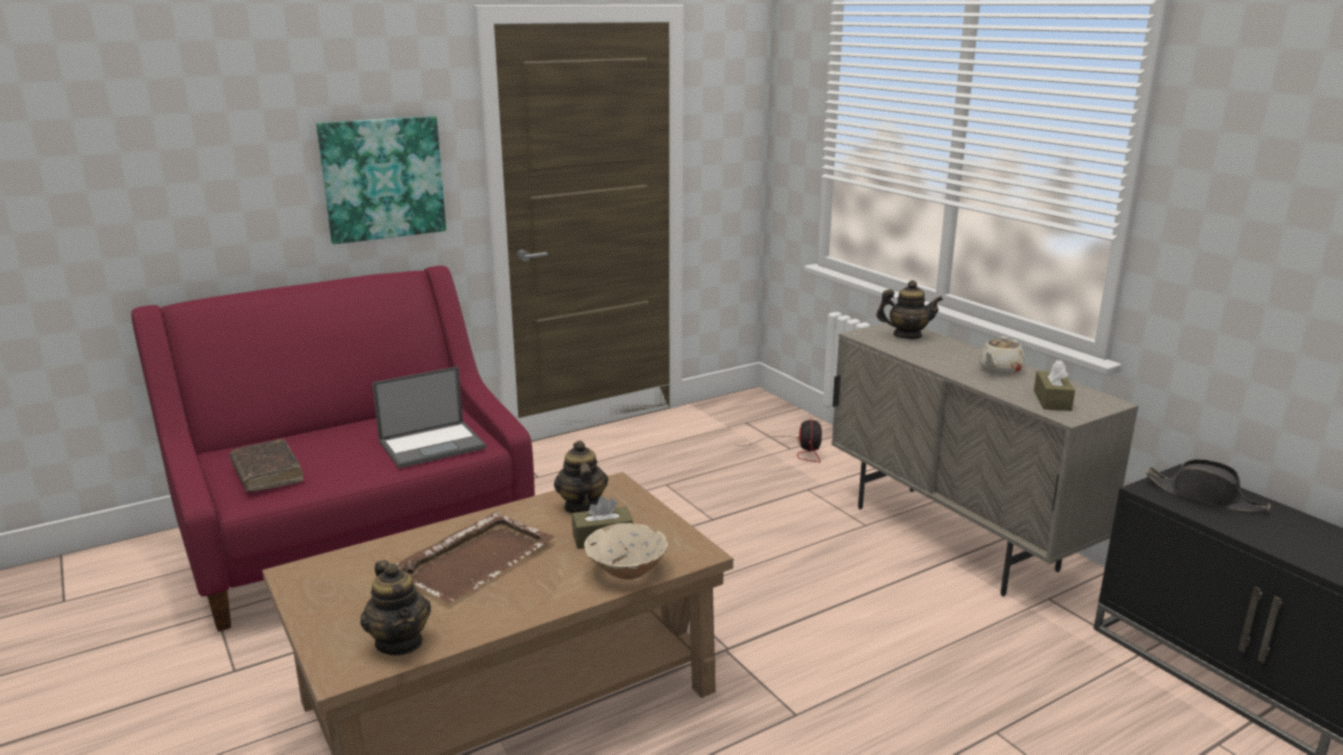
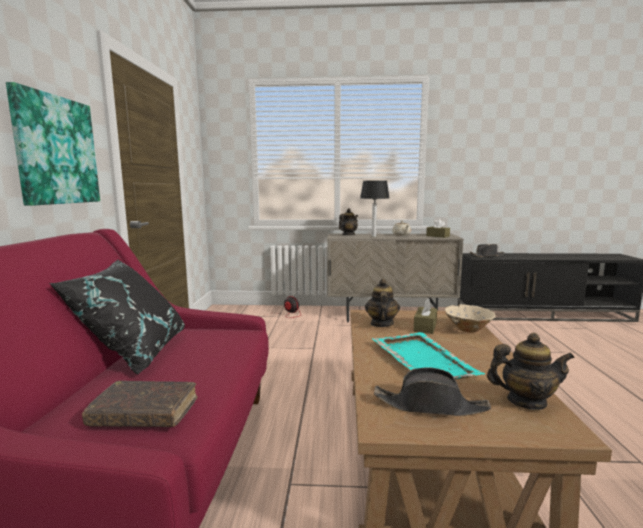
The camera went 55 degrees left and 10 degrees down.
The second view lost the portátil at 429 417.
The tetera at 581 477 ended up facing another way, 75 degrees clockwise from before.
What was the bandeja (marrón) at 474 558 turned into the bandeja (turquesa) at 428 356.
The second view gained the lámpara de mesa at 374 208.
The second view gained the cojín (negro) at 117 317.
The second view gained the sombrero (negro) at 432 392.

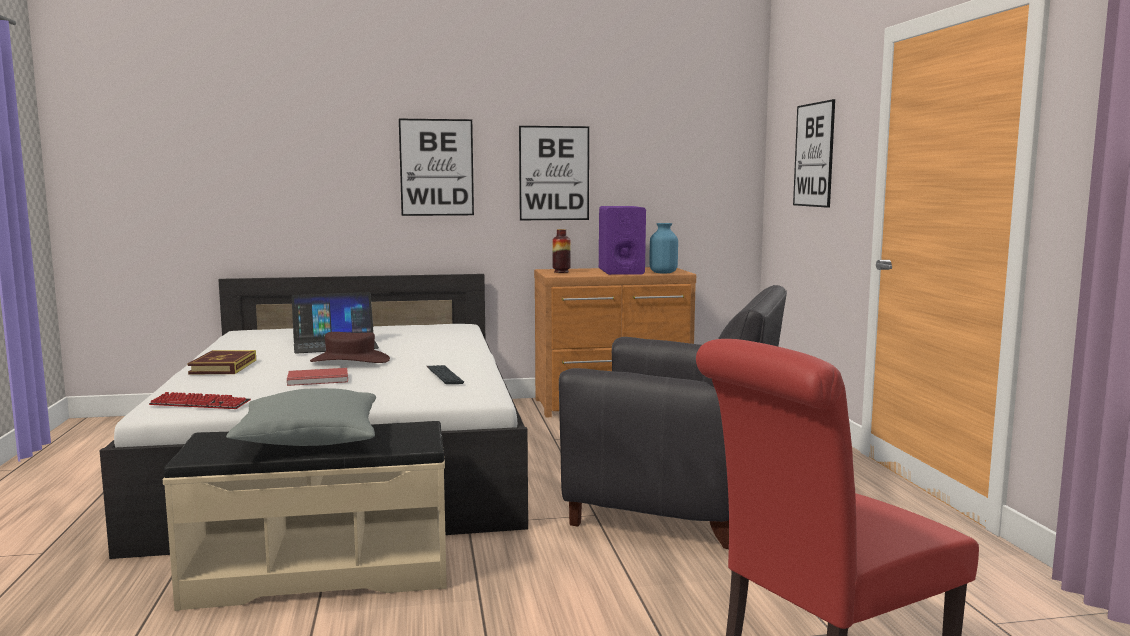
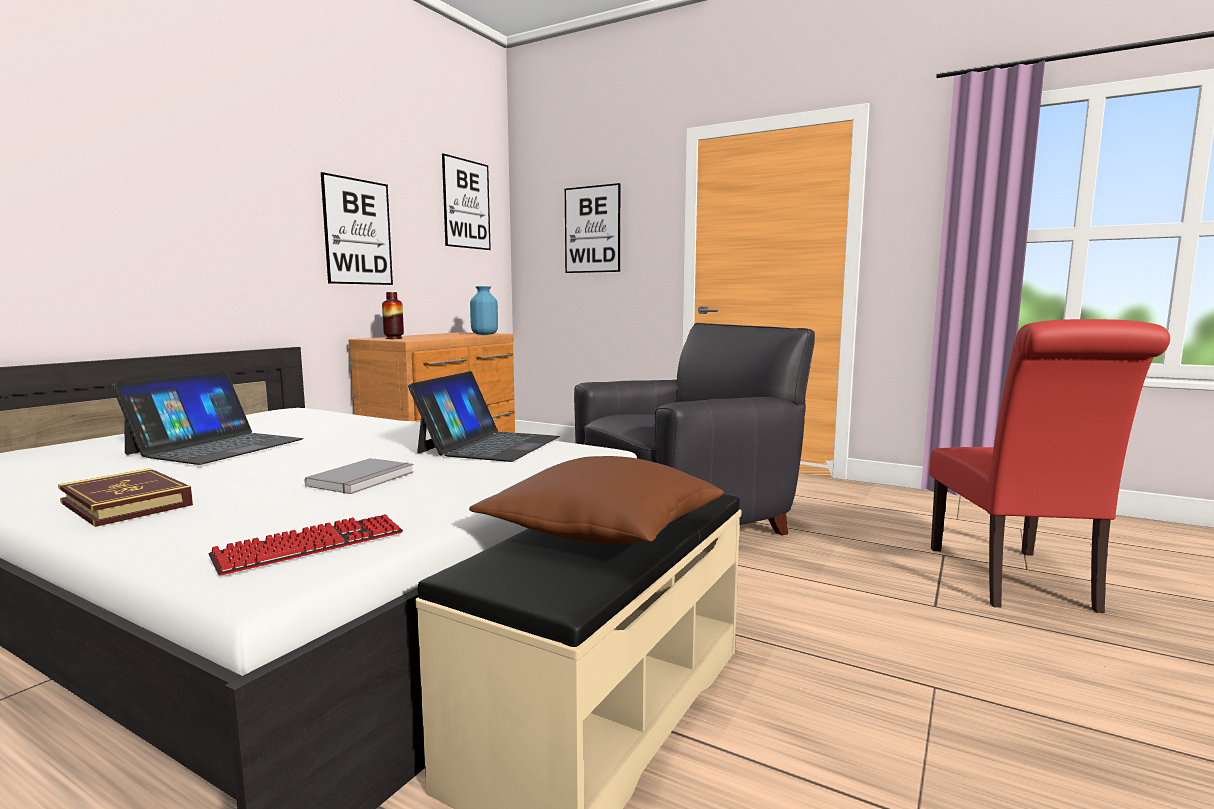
The camera went 50 degrees left and 0 degrees up.
The cuadro ended up elsewhere, having gone from 436 167 to 466 201.
The second view lost the altavoz (morado) at 622 240.
The second view lost the sombrero (marrón) at 350 347.
Where the teclado stood at 445 374, the portátil came to stand at 484 416.
What was the libro (rojo) at 317 377 turned into the libro (gris) at 358 476.
What was the cojín (gris) at 301 417 turned into the cojín (marrón) at 596 500.

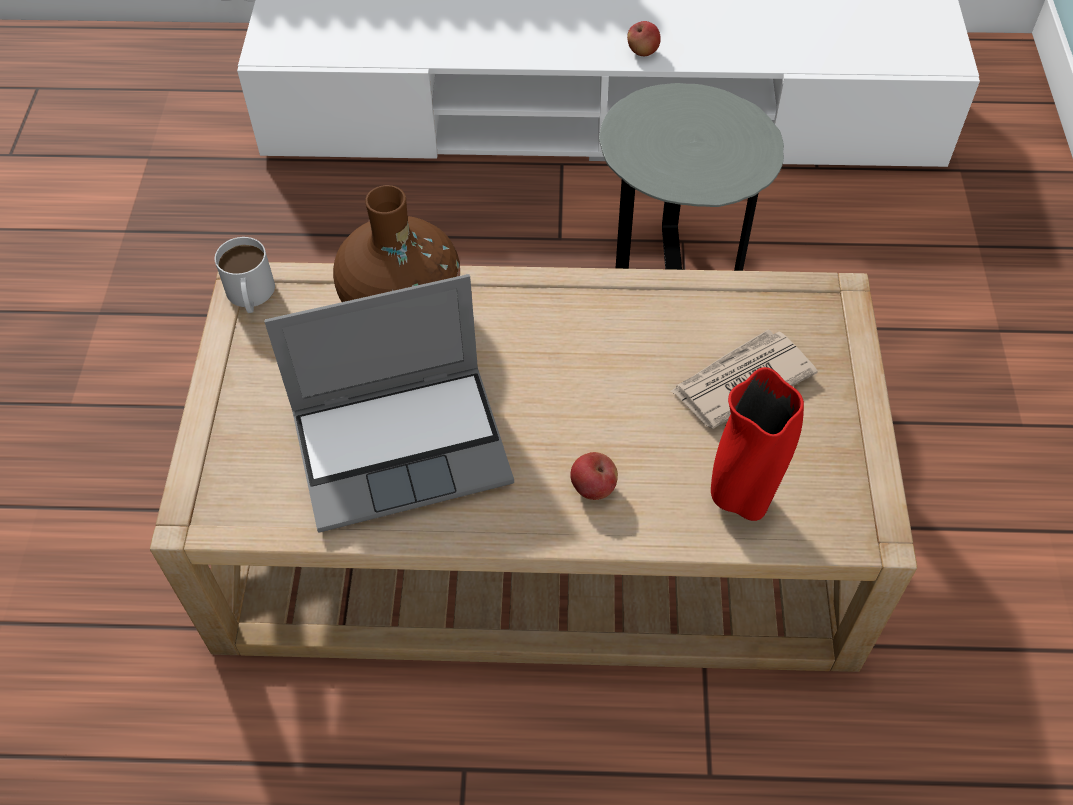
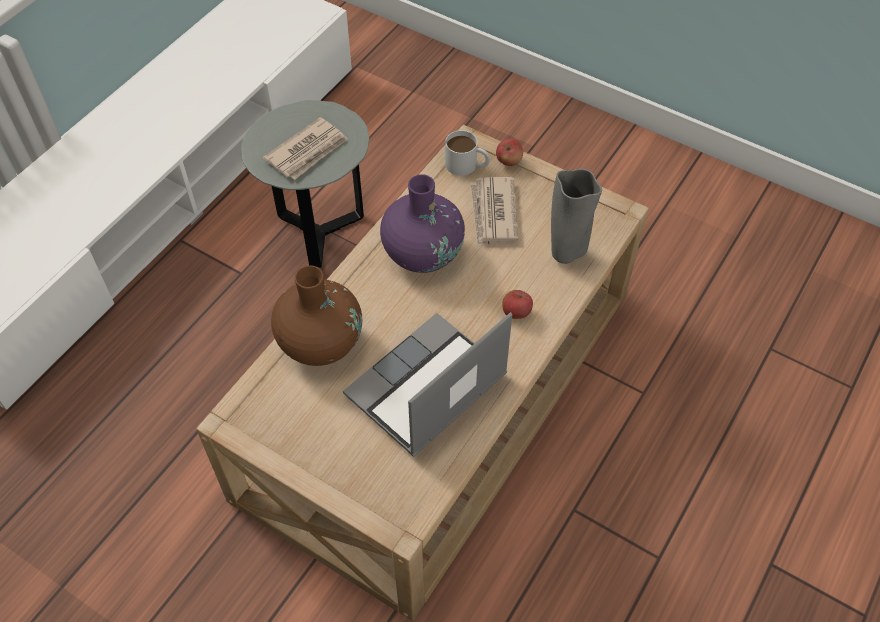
The camera went 60 degrees left and 0 degrees up.
The manzana ended up elsewhere, having gone from 644 38 to 509 152.
The taza grande (blanco) ended up elsewhere, having gone from 245 275 to 467 153.
The portátil at 389 403 ended up facing another way, 150 degrees counterclockwise from before.
What was the florero (rojo) at 757 444 turned into the florero (gris) at 576 216.
The second view gained the periódico at 305 148.
The second view gained the florero (morado) at 422 223.

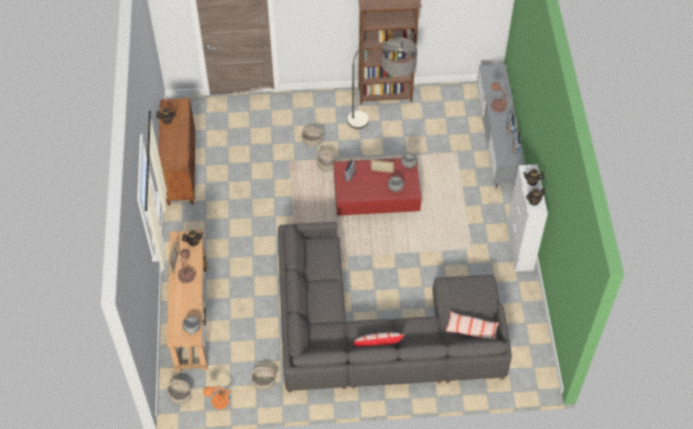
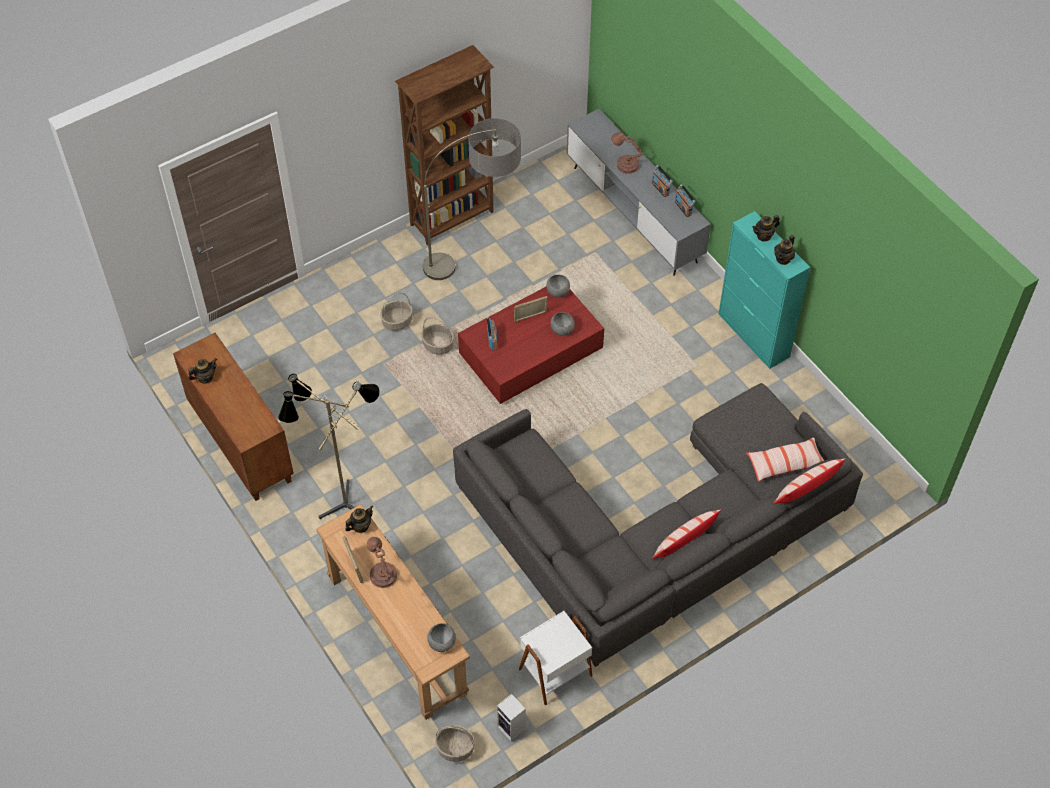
The camera went 30 degrees left and 0 degrees up.
What was the armario (blanco) at 527 218 turned into the armario (turquesa) at 764 290.
Where the cesta stood at 263 378, the mesa auxiliar (blanco) came to stand at 556 658.
Where the lámpara de mesa (naranja) stood at 217 397, the altavoz came to stand at 511 718.
The second view gained the lámpara de pie at 329 446.
The second view gained the cojín at 809 481.

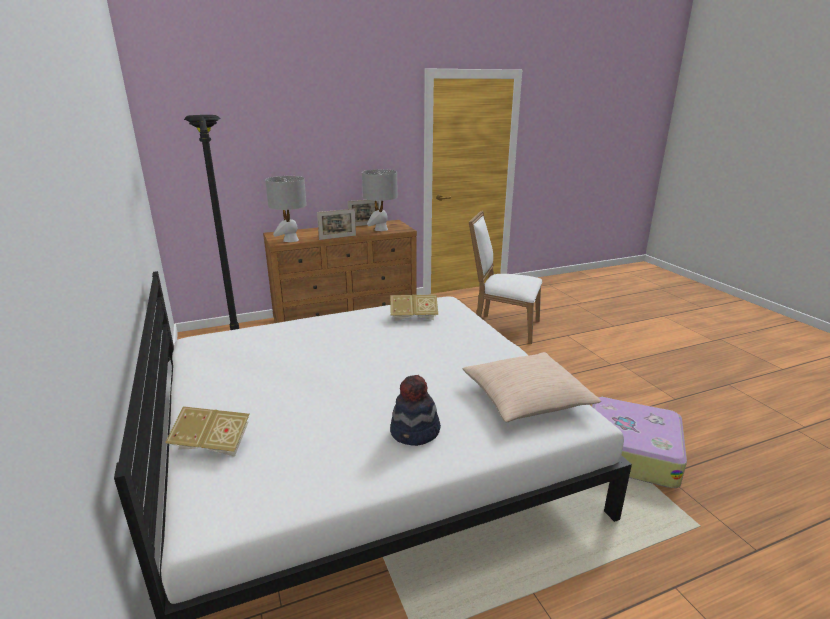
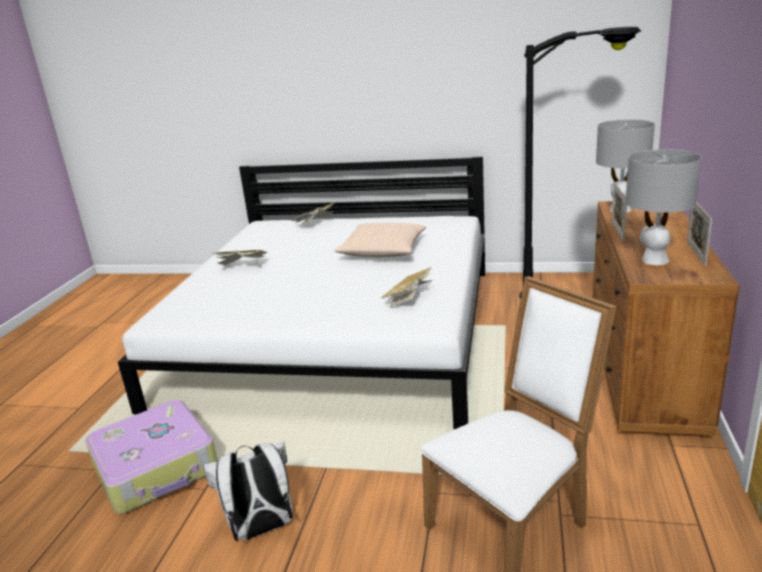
The camera went 125 degrees right and 0 degrees up.
The cojín (beis) ended up elsewhere, having gone from 532 387 to 380 240.
Where the sombrero stood at 415 410, the libro came to stand at 240 257.
The second view gained the mochila (blanco) at 248 491.

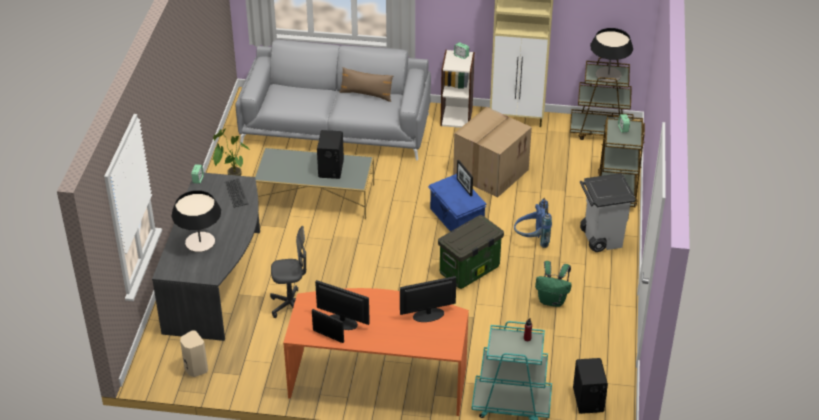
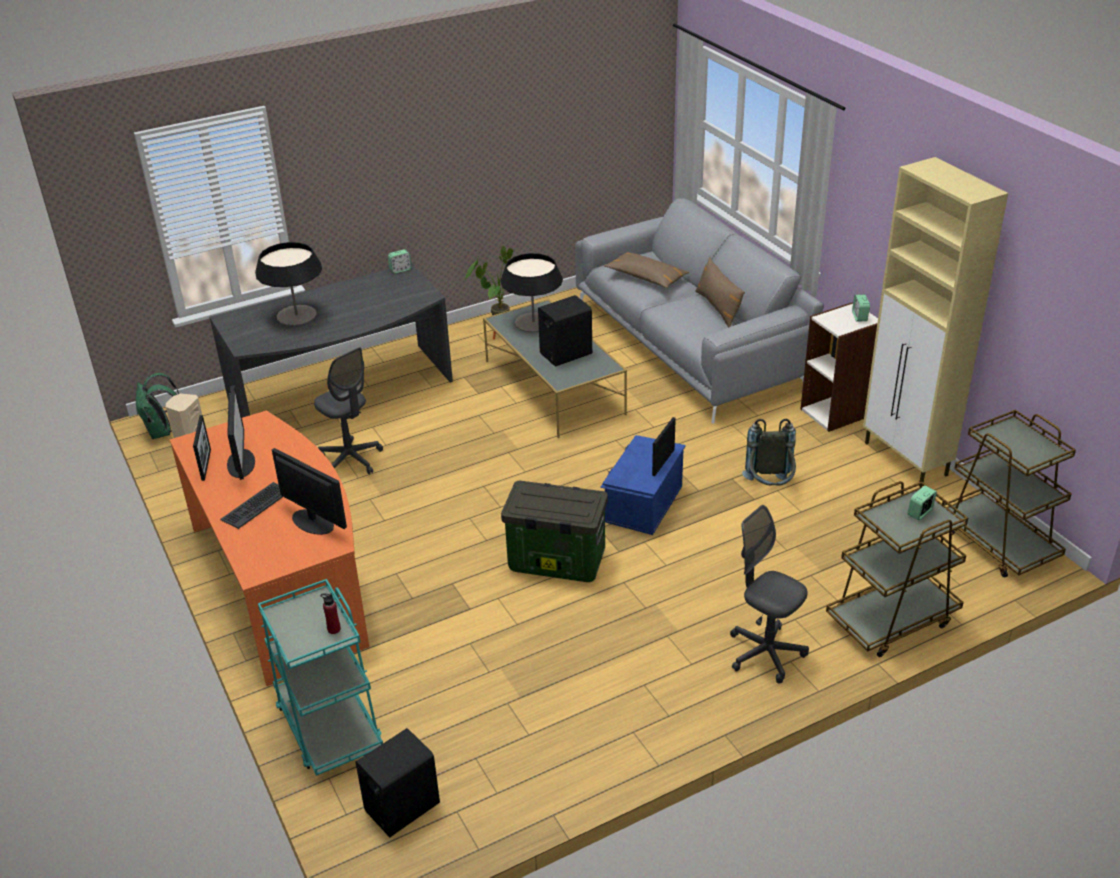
The camera went 55 degrees right and 5 degrees down.
The lámpara de mesa ended up elsewhere, having gone from 611 55 to 531 292.
Where the caja de cartón stood at 492 152, the mochila (gris) came to stand at 769 452.
Where the papelera (gris) stood at 607 212, the silla de oficina (gris) came to stand at 769 594.
The teclado ended up elsewhere, having gone from 236 193 to 252 505.
The second view lost the mochila (azul) at 533 223.
The mochila (verde) ended up elsewhere, having gone from 553 284 to 157 406.
The second view gained the cojín (marrón) at 646 270.

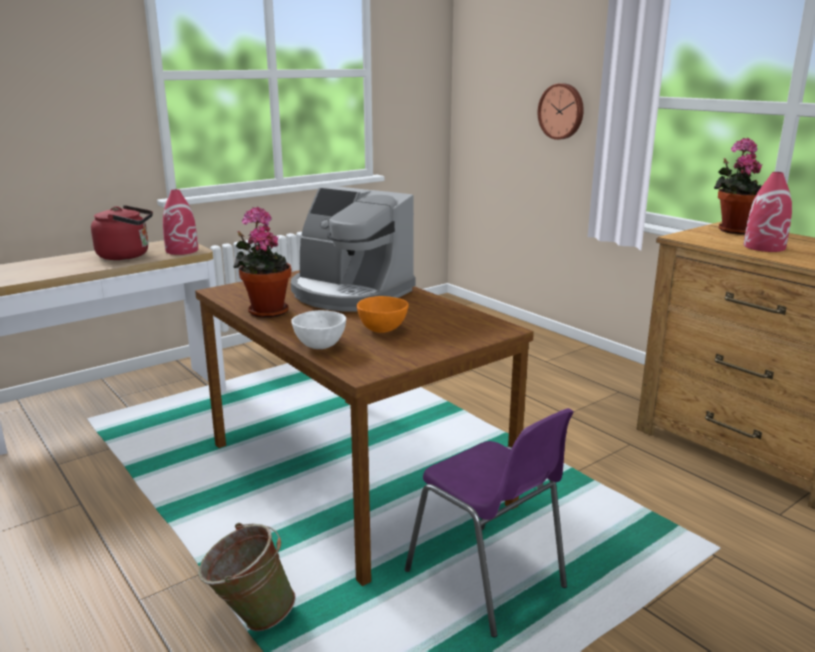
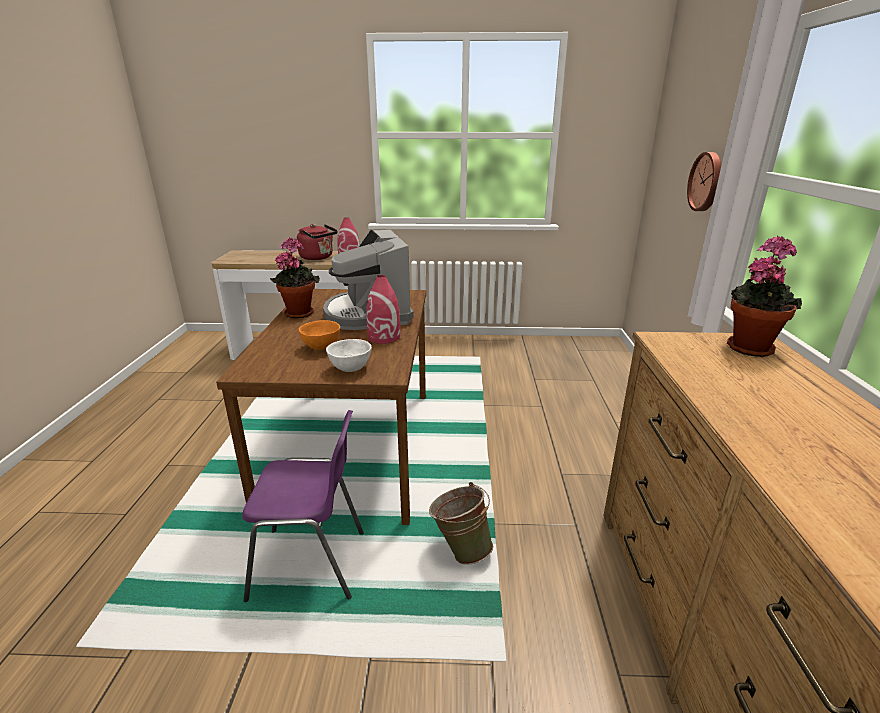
The camera went 40 degrees right and 5 degrees up.
The florero (rojo) ended up elsewhere, having gone from 768 212 to 383 309.
The cuenco (blanco) ended up elsewhere, having gone from 318 329 to 348 355.
The silla (morado) at 489 522 ended up facing another way, 90 degrees counterclockwise from before.
The cubo (verde) ended up elsewhere, having gone from 247 577 to 461 523.

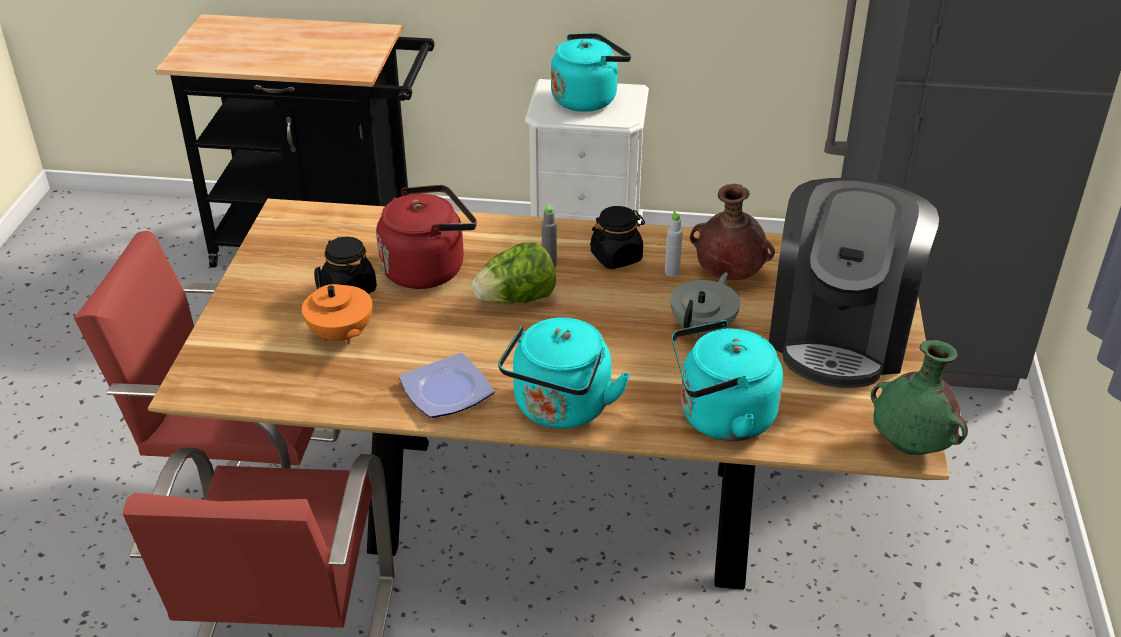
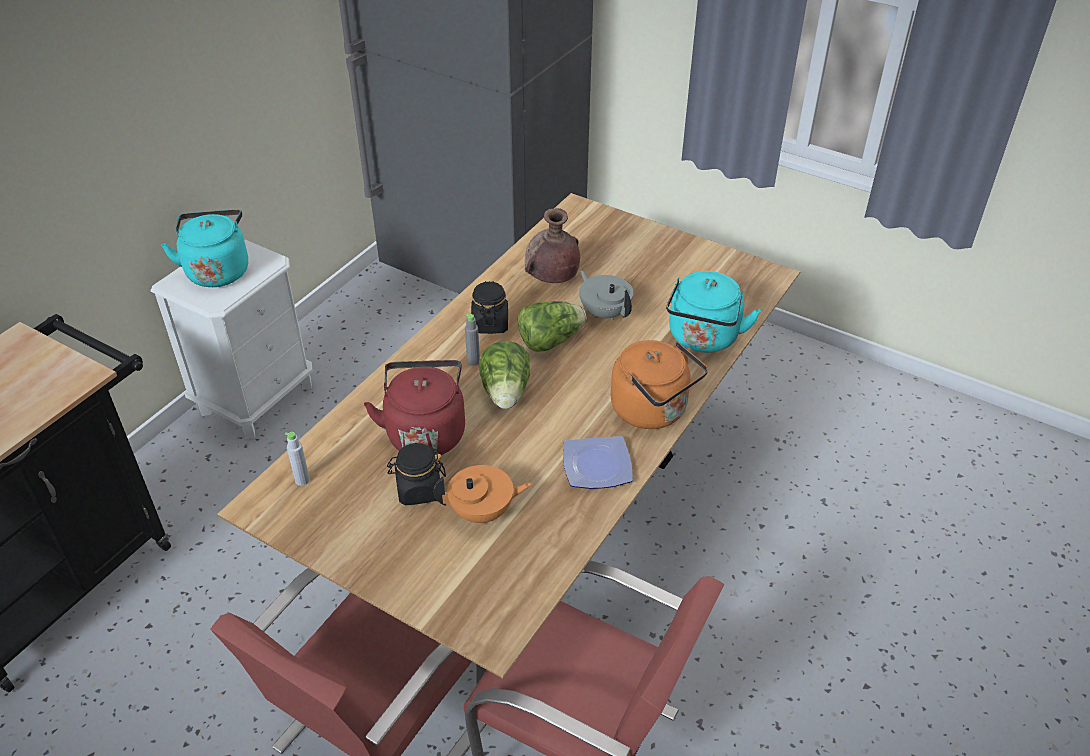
The camera went 65 degrees left and 5 degrees up.
The second view lost the cafetera at 854 283.
The botella (gris) ended up elsewhere, having gone from 674 244 to 297 459.
What was the hervidor (turquesa) at 564 373 turned into the hervidor (naranja) at 659 384.
The second view lost the florero (verde) at 919 397.
The second view gained the lechuga at 552 326.

